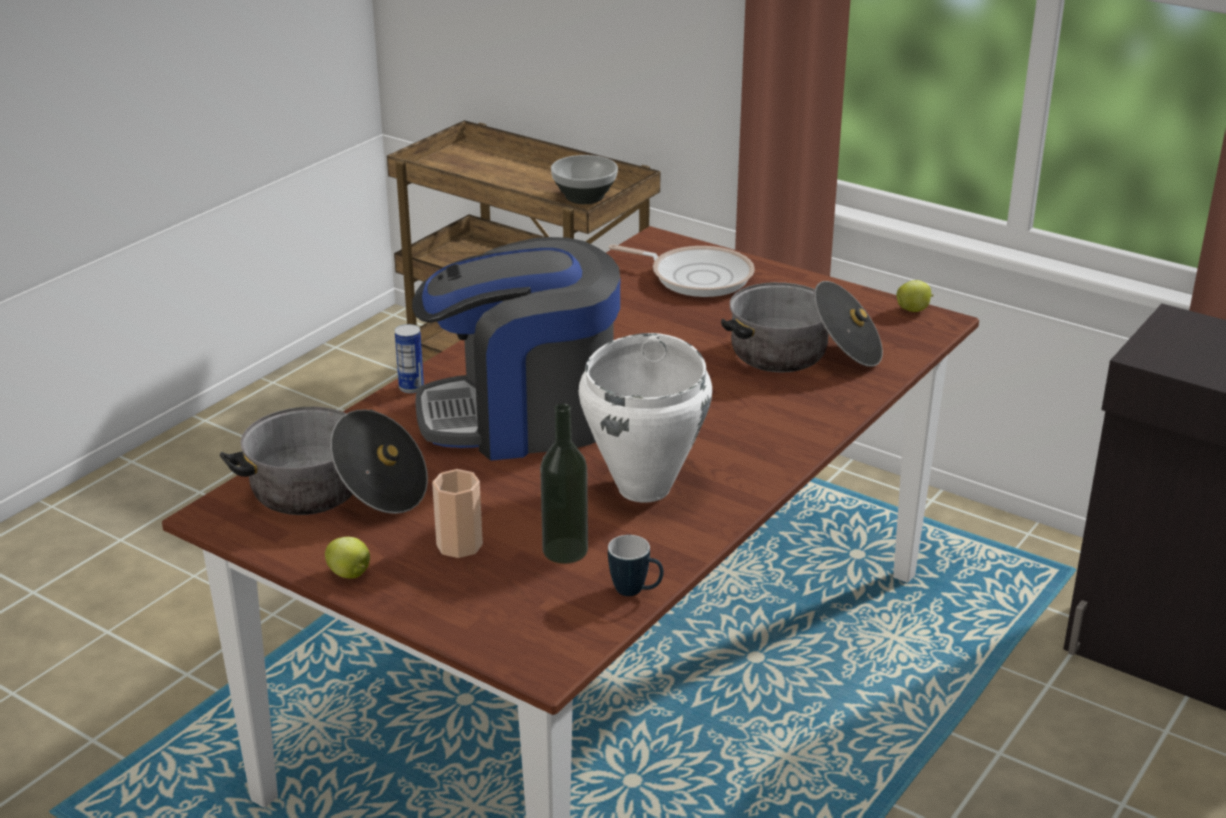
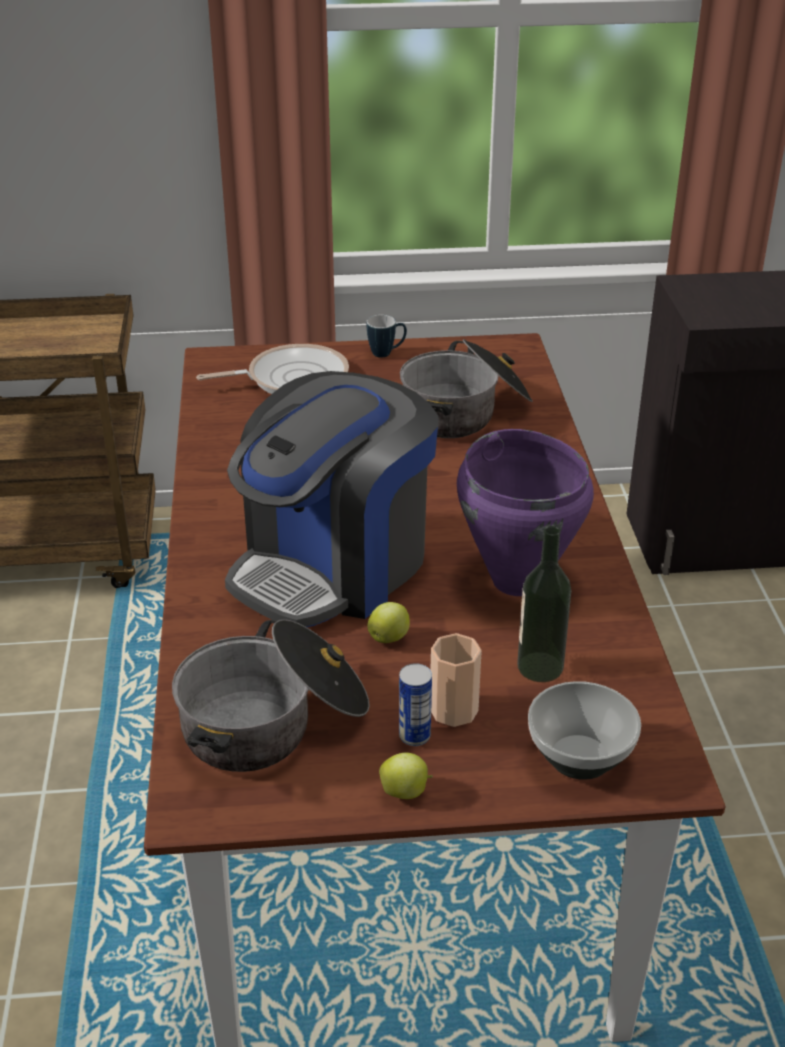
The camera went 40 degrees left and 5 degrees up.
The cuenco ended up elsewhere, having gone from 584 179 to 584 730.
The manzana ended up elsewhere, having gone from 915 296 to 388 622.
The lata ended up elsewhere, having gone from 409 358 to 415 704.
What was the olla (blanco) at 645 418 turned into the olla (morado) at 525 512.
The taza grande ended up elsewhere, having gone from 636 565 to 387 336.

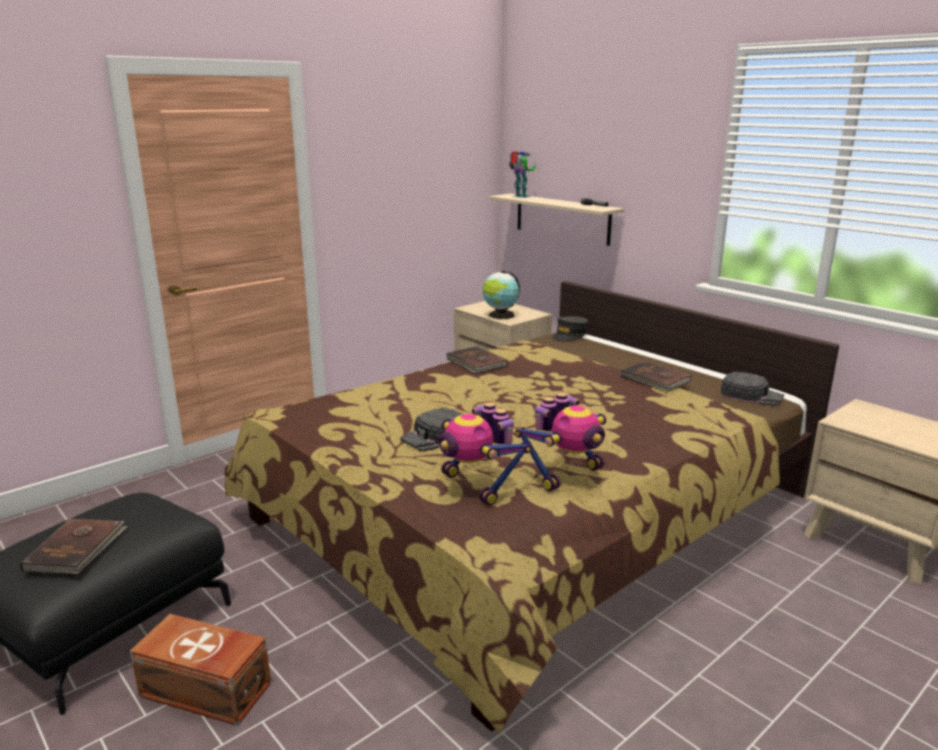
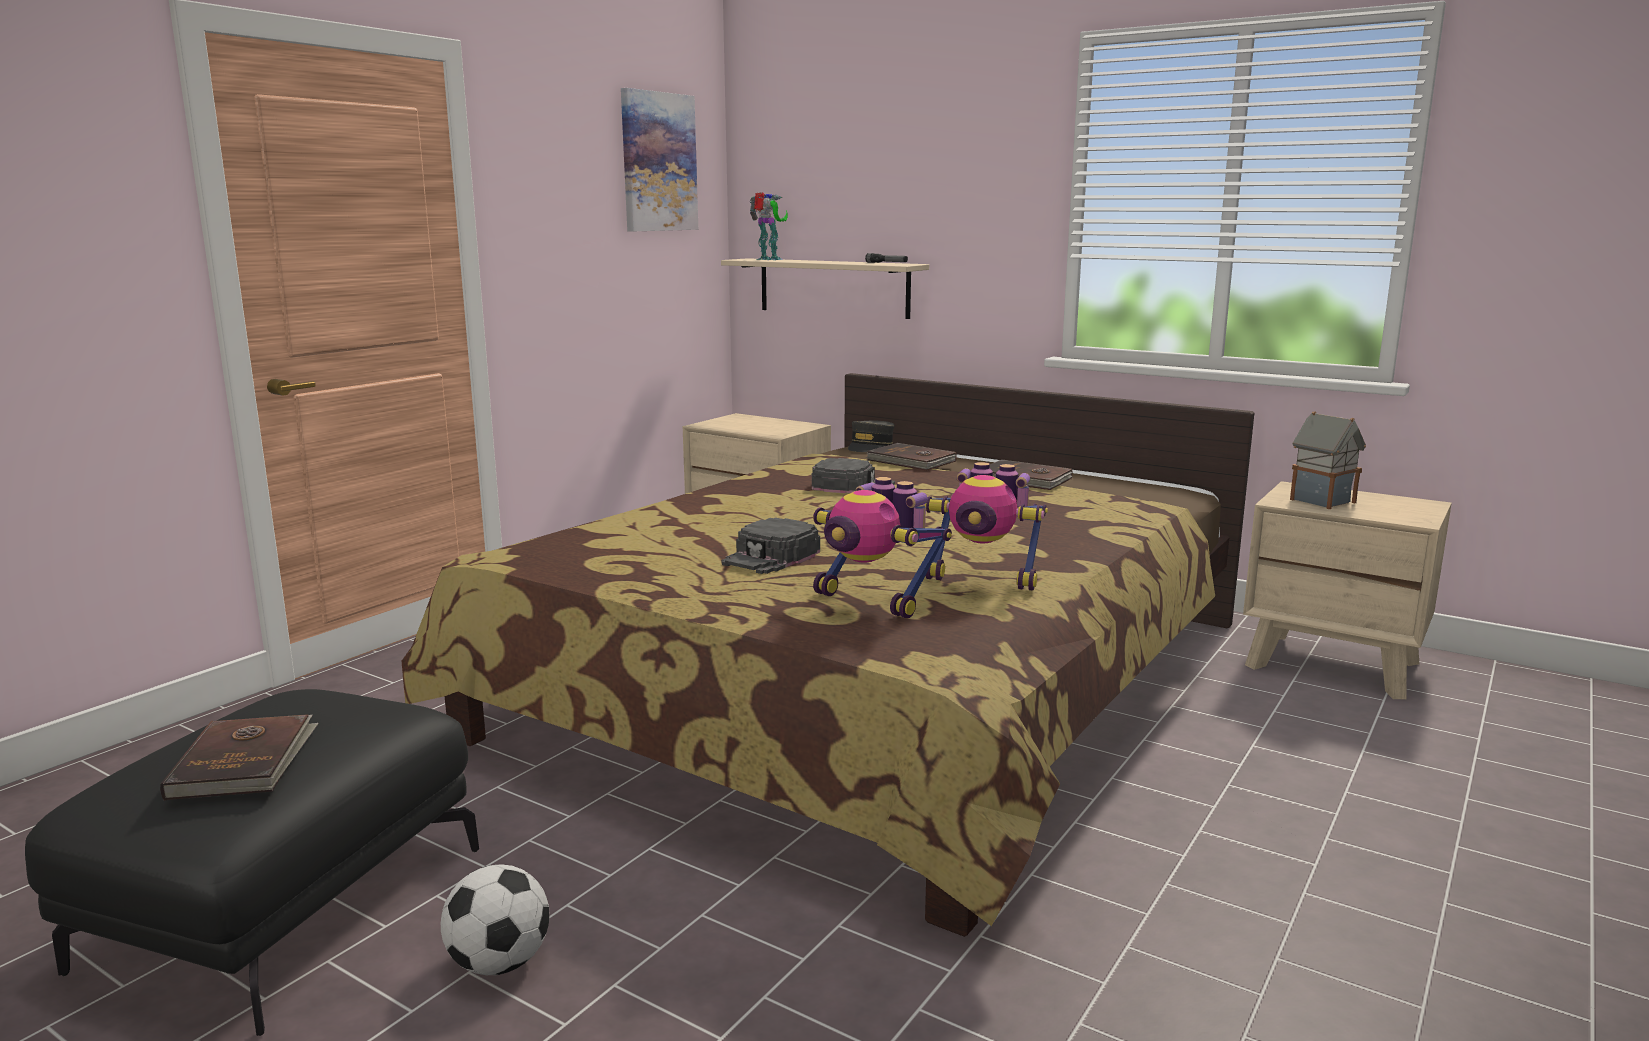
The camera went 15 degrees left and 5 degrees down.
The second view lost the globo terráqueo at 501 295.
The libro (marrón) ended up elsewhere, having gone from 477 360 to 911 457.
The gorra (negro) ended up elsewhere, having gone from 752 389 to 853 475.
The robot de juguete at 560 442 ended up facing another way, 75 degrees clockwise from before.
Where the caja de almacenaje (marrón) stood at 200 670, the balón de fútbol came to stand at 495 919.
The second view gained the cuadro at 659 159.
The second view gained the casita at 1328 460.

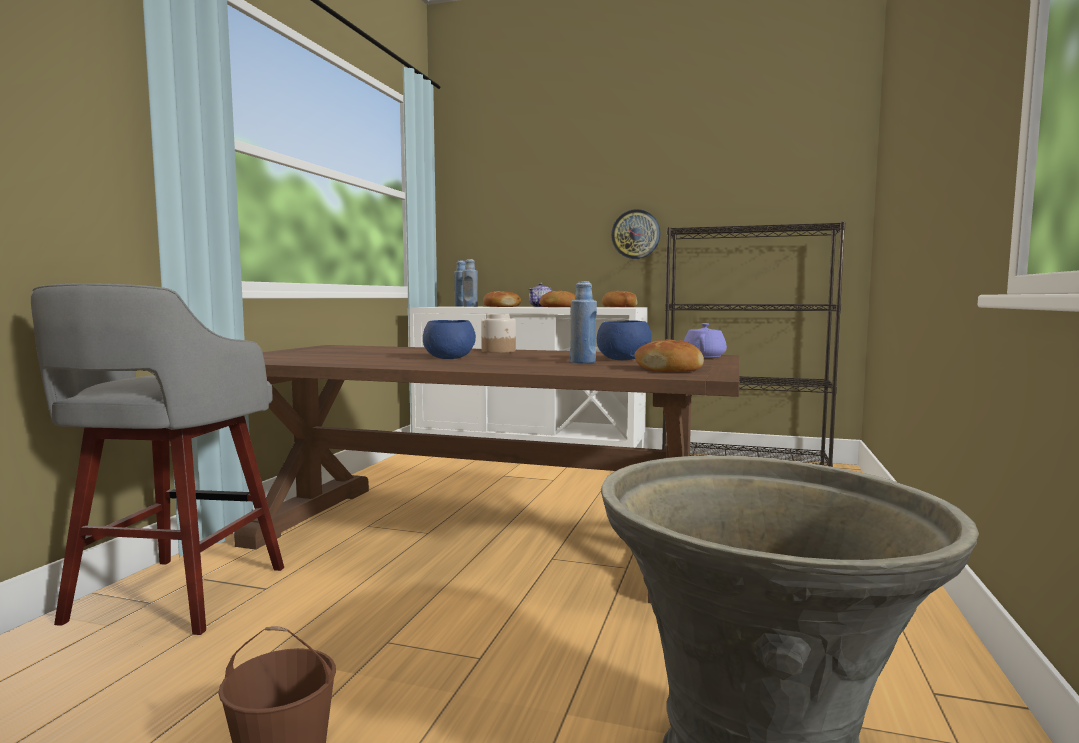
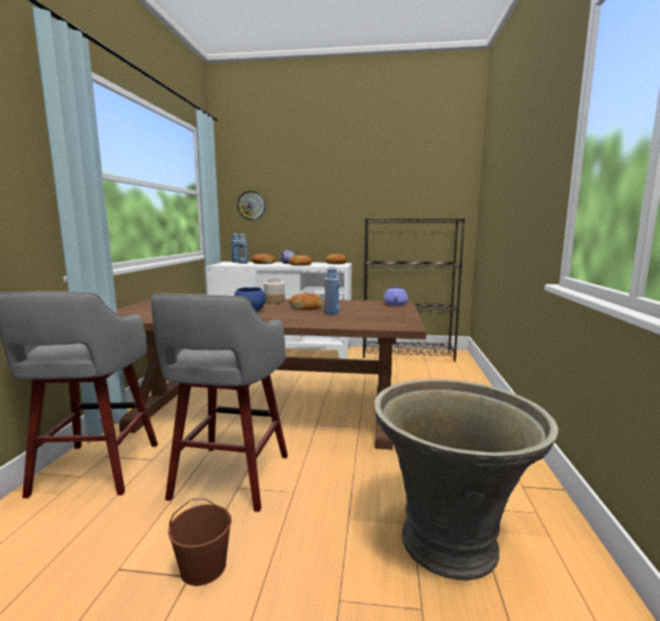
The camera went 10 degrees left and 5 degrees up.
The reloj de pared ended up elsewhere, having gone from 635 234 to 251 205.
The second view lost the cuenco (azul) at 624 340.
The pan ended up elsewhere, having gone from 669 355 to 305 301.
The second view gained the taburete (gris) at 219 403.

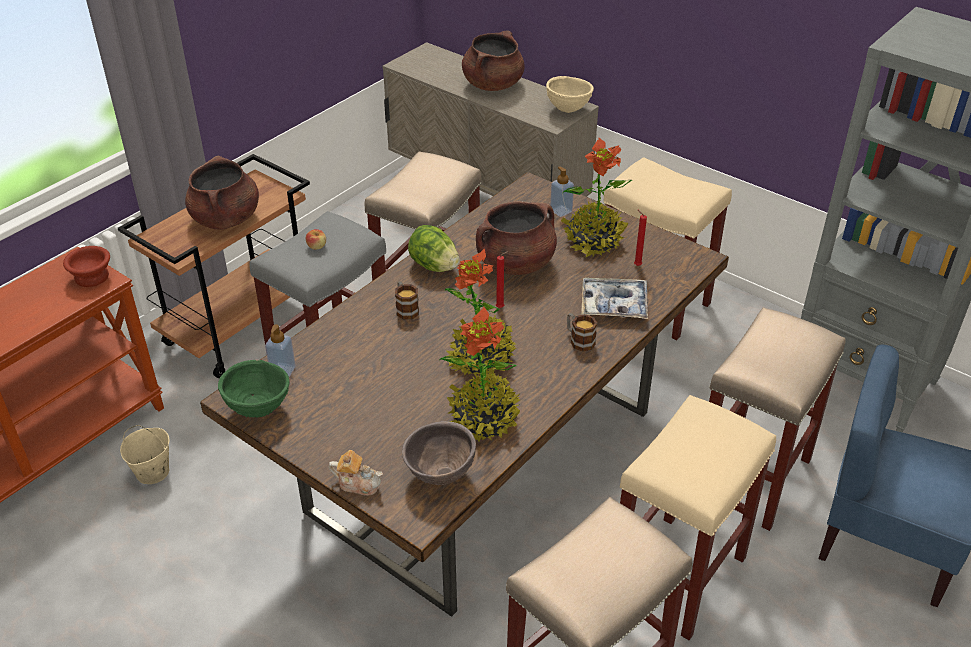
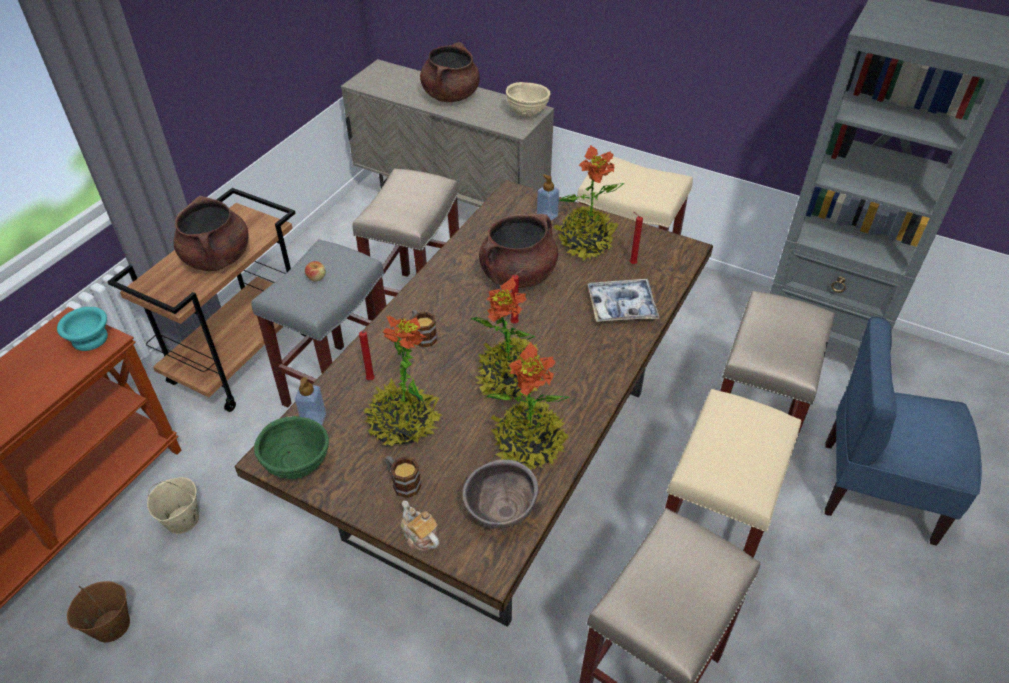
The camera went 10 degrees left and 5 degrees up.
The second view lost the lechuga at 434 248.
What was the cuenco (marrón) at 86 266 turned into the cuenco (turquesa) at 82 329.
The taza grande ended up elsewhere, having gone from 582 332 to 403 477.
The tetera at 356 473 ended up facing another way, 135 degrees counterclockwise from before.
The second view gained the planta en maceta at 402 380.
The second view gained the vela (rojo) at 367 355.
The second view gained the cubo (marrón) at 98 612.

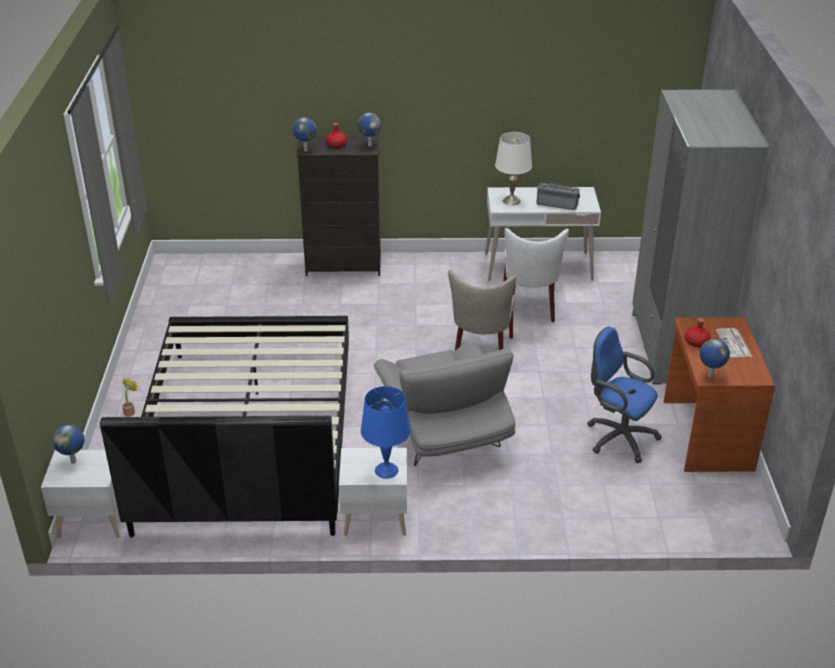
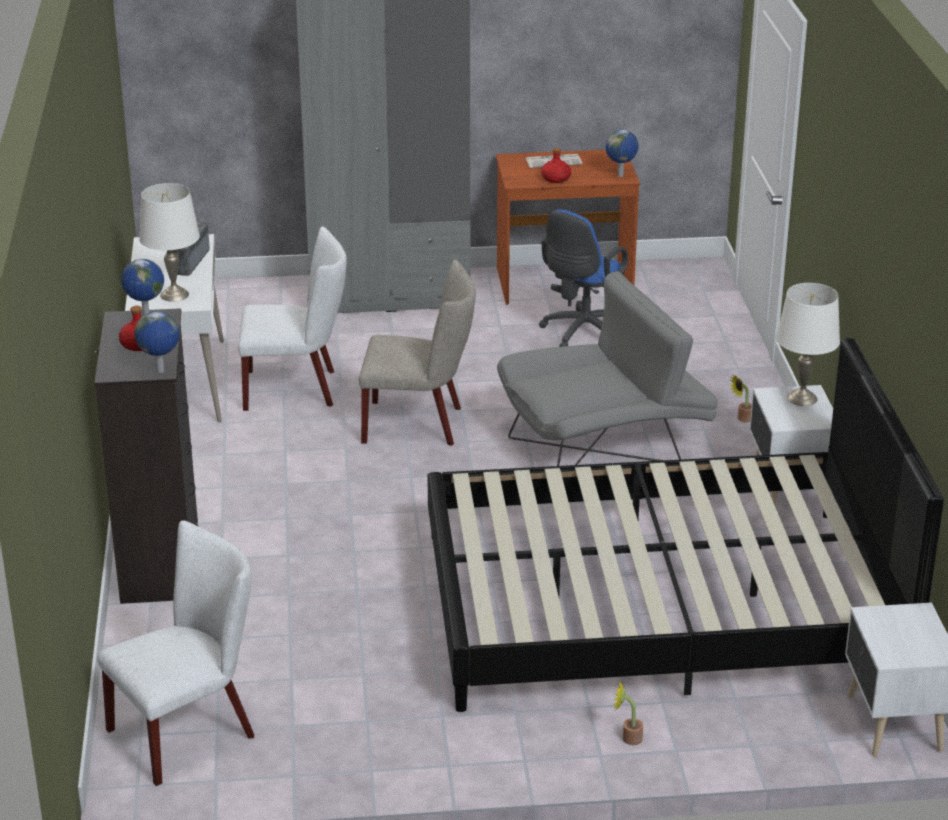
The camera went 95 degrees left and 5 degrees down.
What was the lámpara de mesa (azul) at 386 432 turned into the lámpara de mesa (blanco) at 808 344.
The second view lost the globo terráqueo at 68 444.
The second view gained the planta en maceta at 740 399.
The second view gained the silla (blanco) at 175 653.

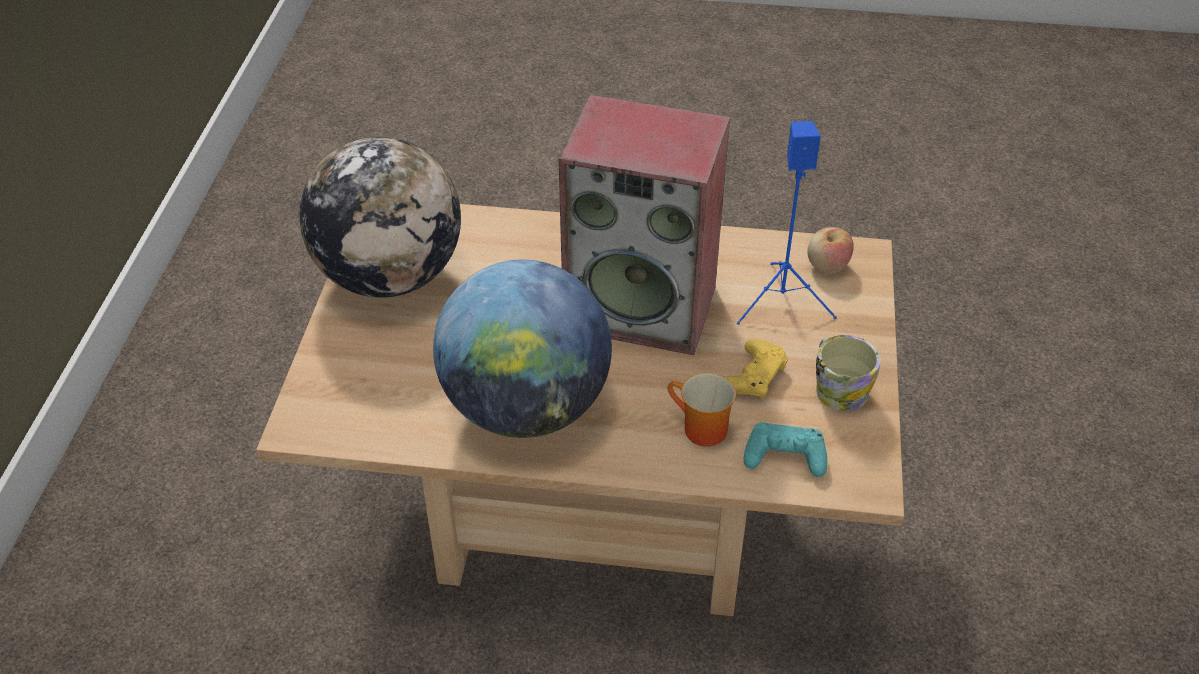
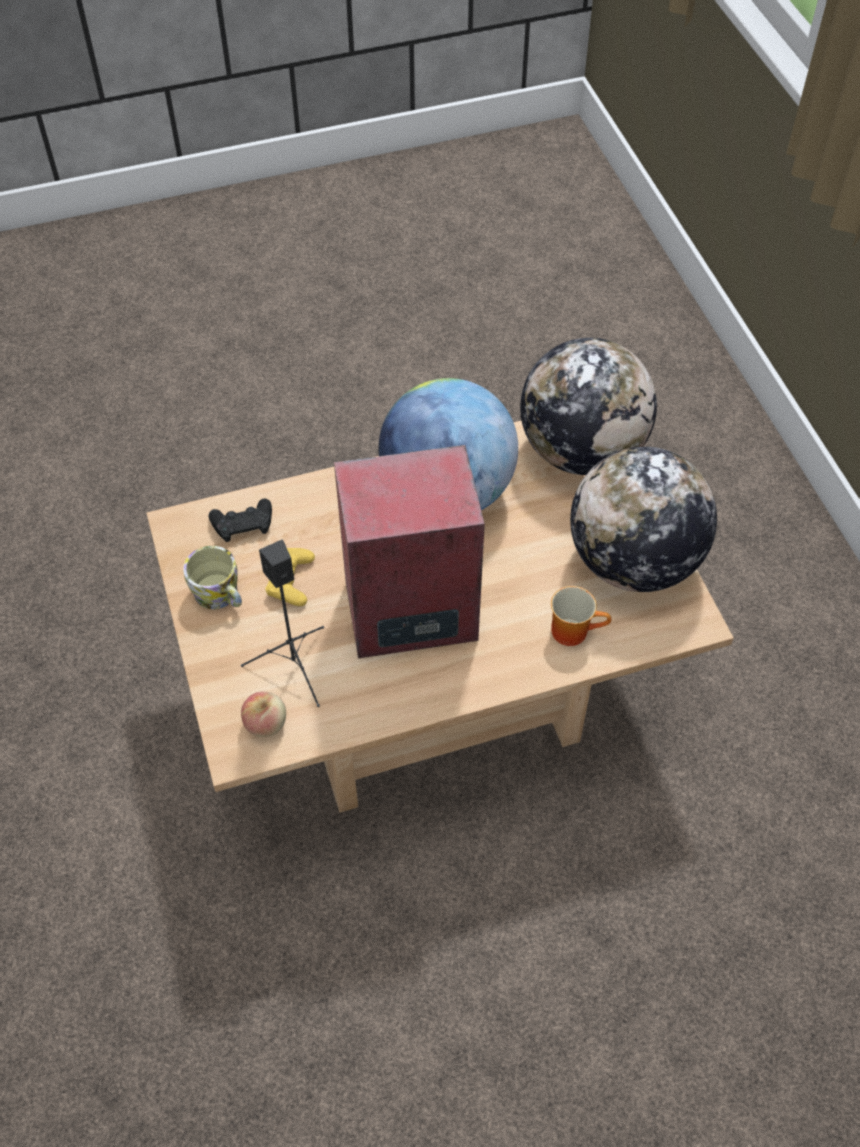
The camera went 155 degrees right and 10 degrees up.
What was the altavoz (azul) at 787 223 turned into the altavoz (negro) at 282 623.
The taza grande ended up elsewhere, having gone from 702 409 to 581 616.
What was the mando de consola (turquesa) at 785 449 turned into the mando de consola (negro) at 240 520.
The second view gained the globo terráqueo at 588 406.

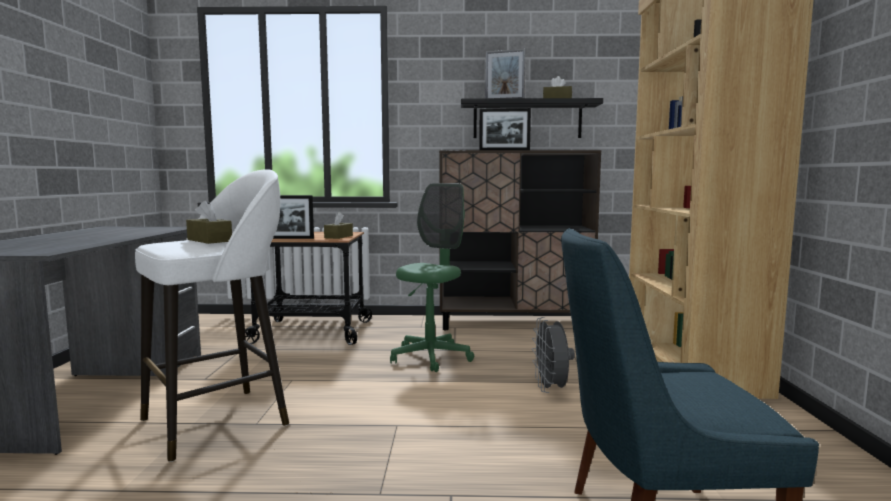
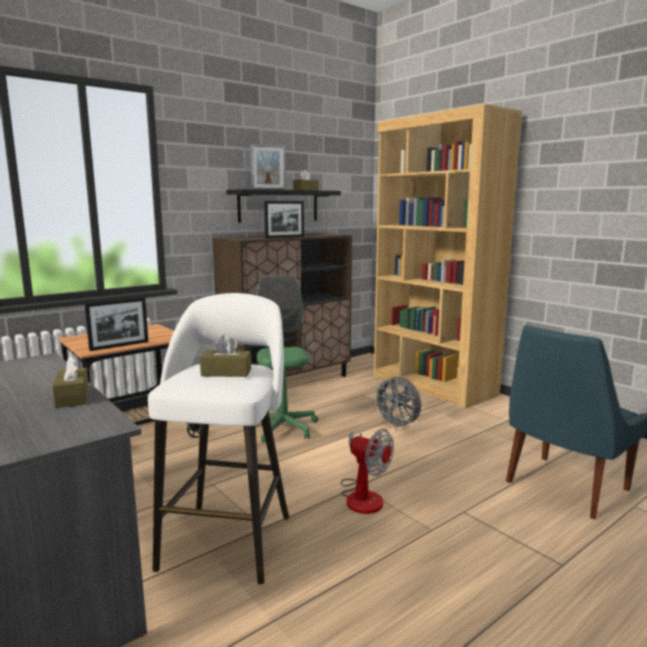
The camera went 40 degrees left and 5 degrees up.
The caja de pañuelos (marrón) ended up elsewhere, having gone from 338 225 to 70 381.
The second view gained the ventilador at 367 471.

